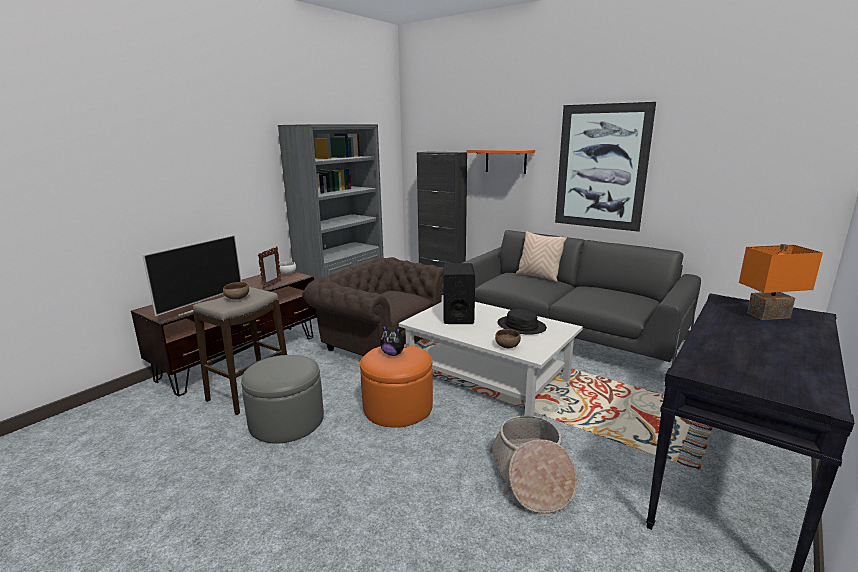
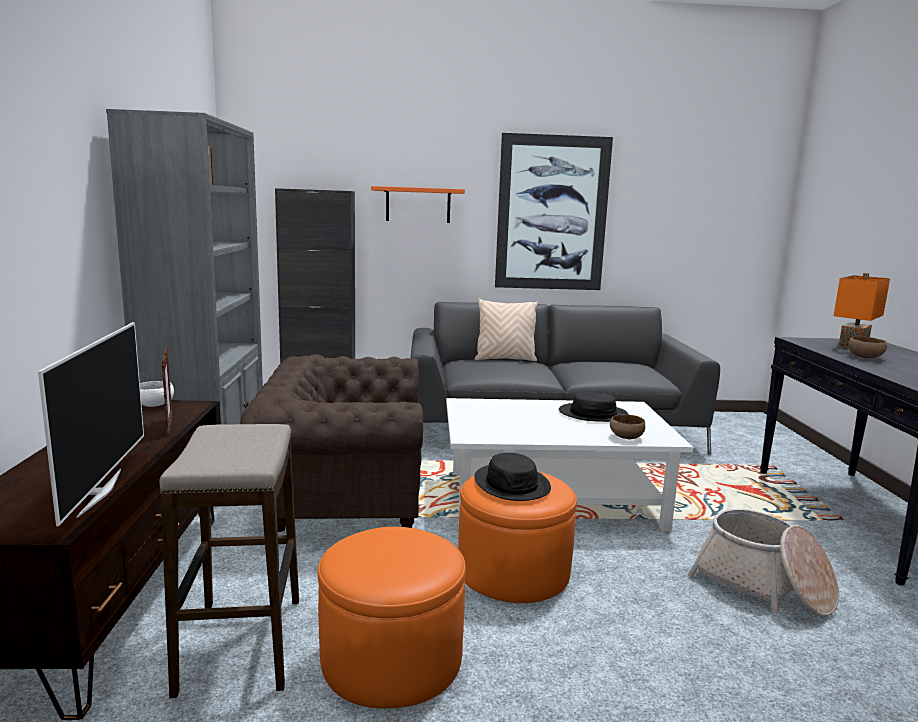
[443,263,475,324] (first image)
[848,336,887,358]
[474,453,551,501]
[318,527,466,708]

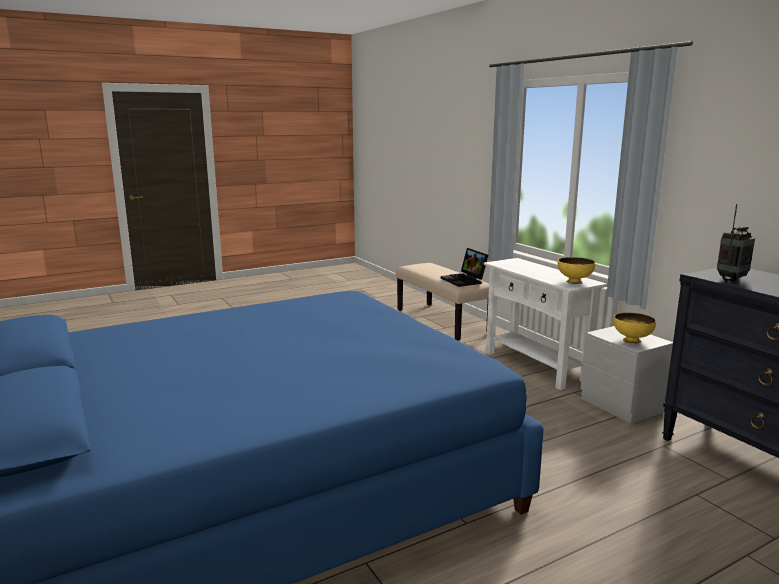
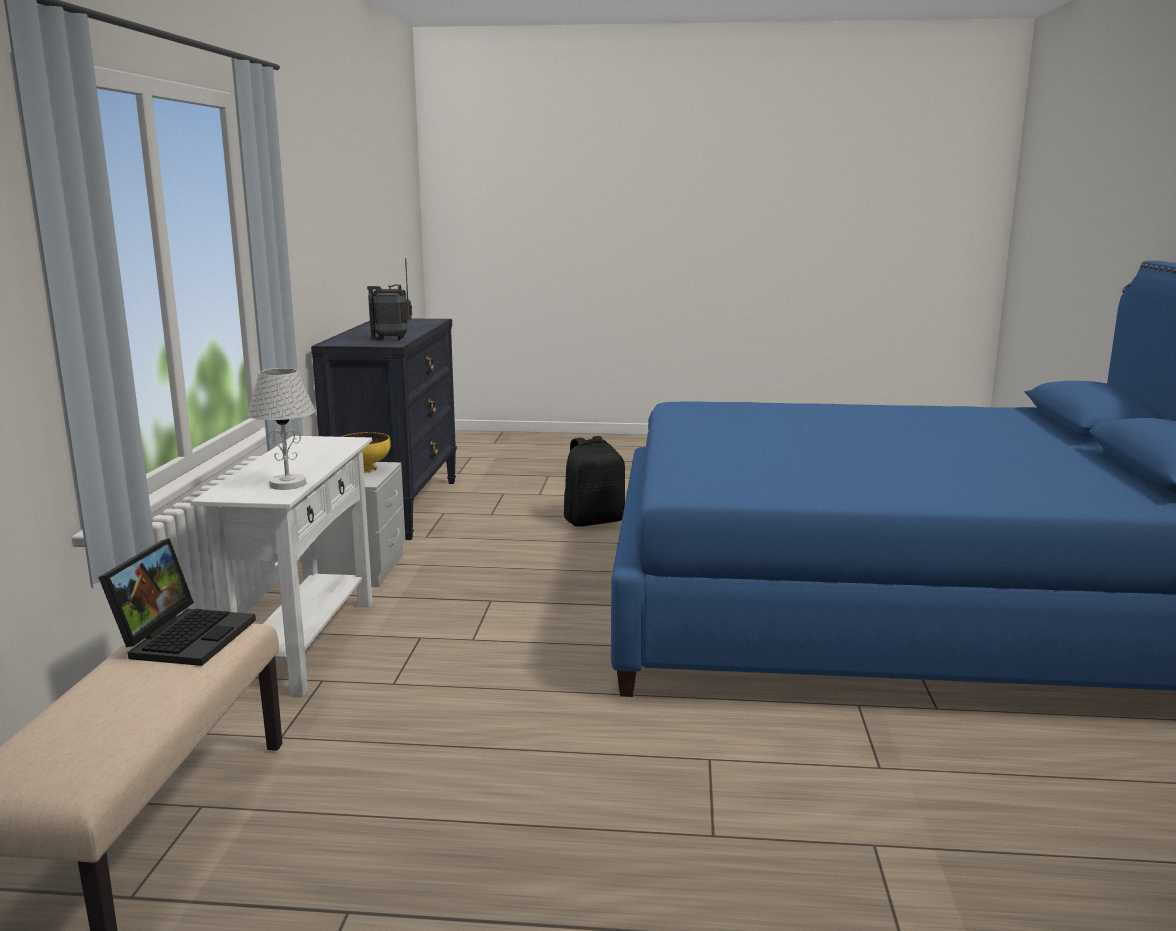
[558,257,595,284] (first image)
[248,368,315,490]
[563,436,625,527]

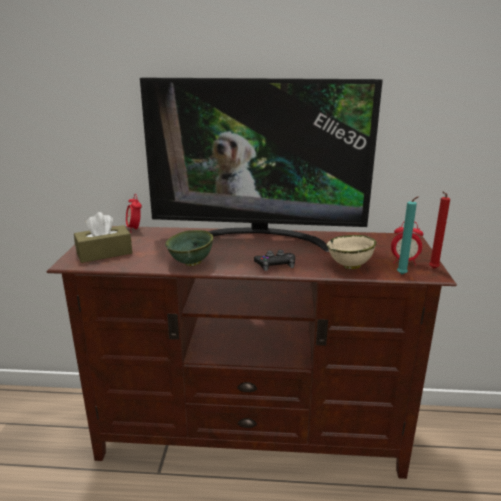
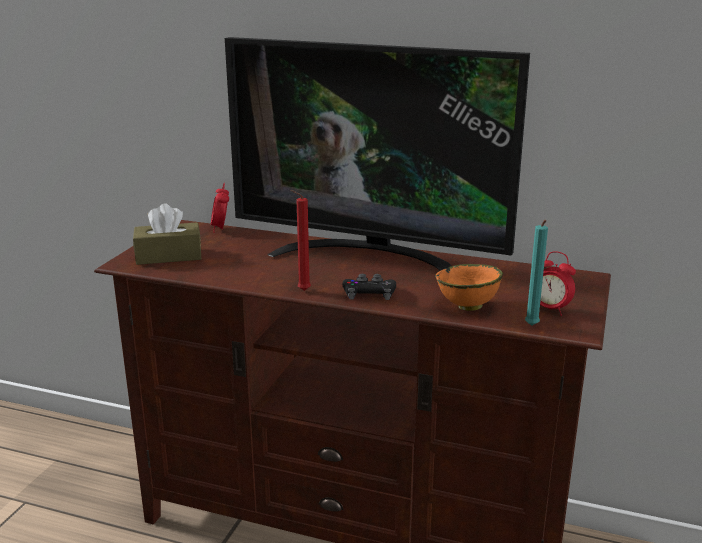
[165,230,213,266] (first image)
[291,190,311,291]
[435,264,503,311]

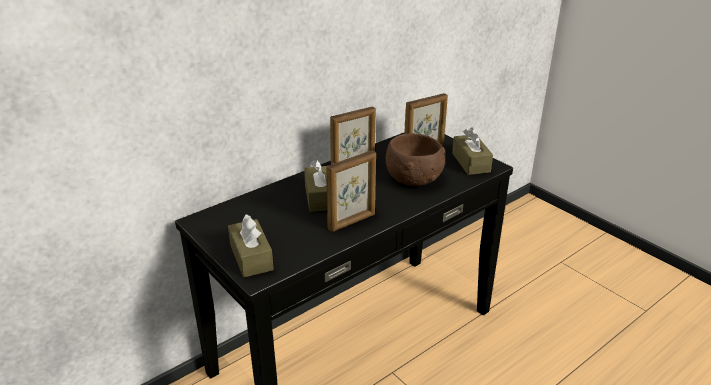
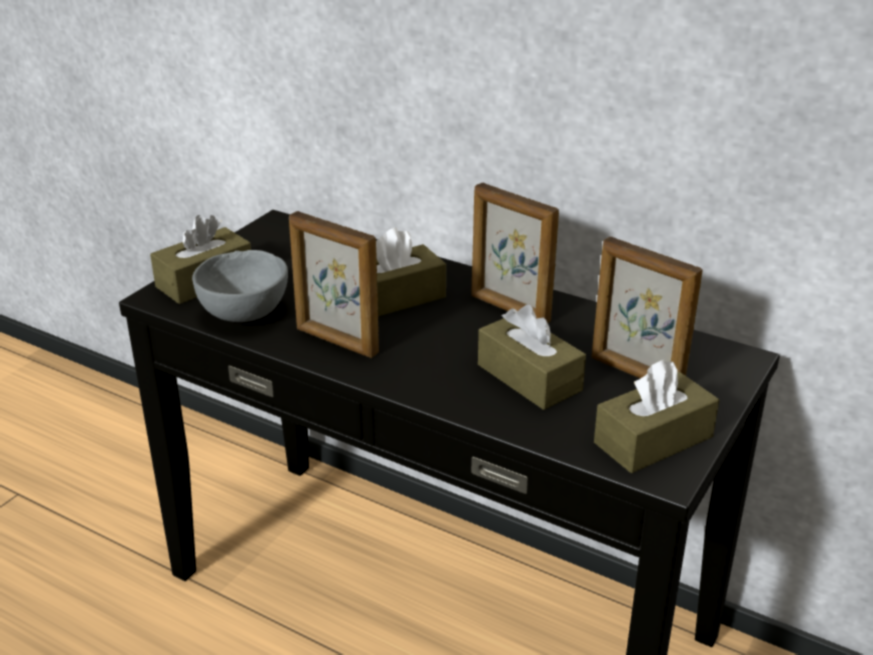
[192,250,288,322]
[478,305,586,410]

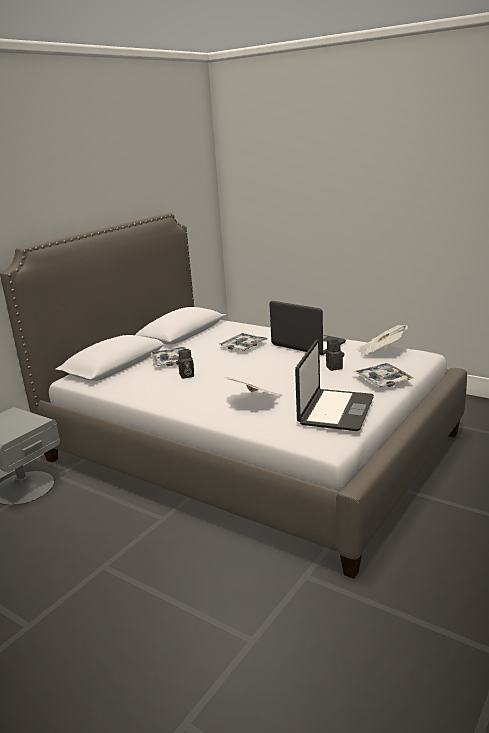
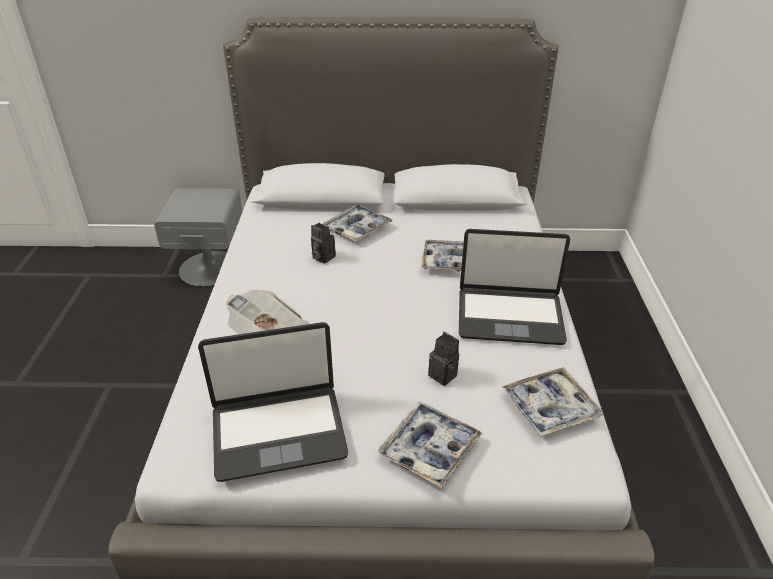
[502,367,603,437]
[459,229,570,345]

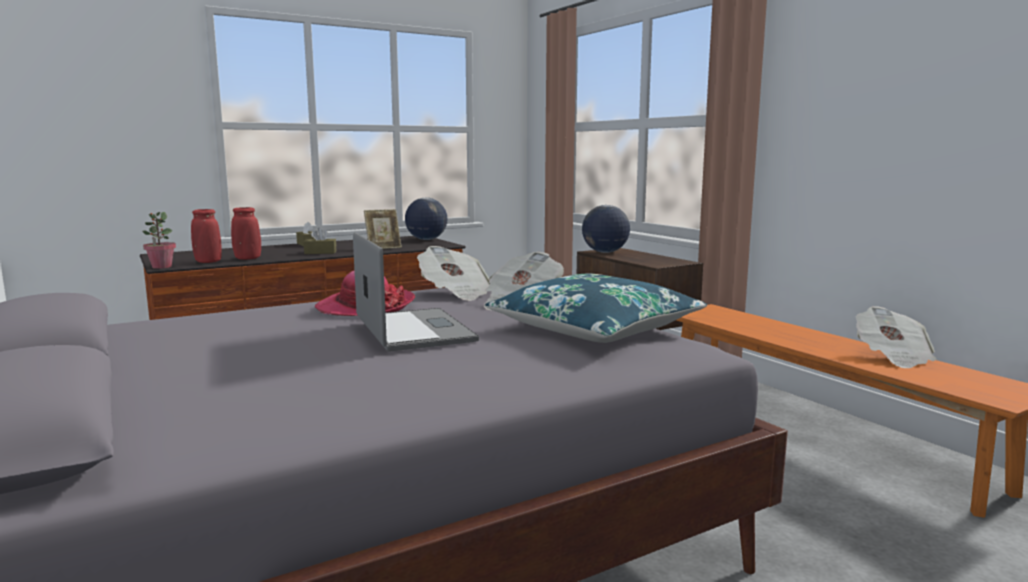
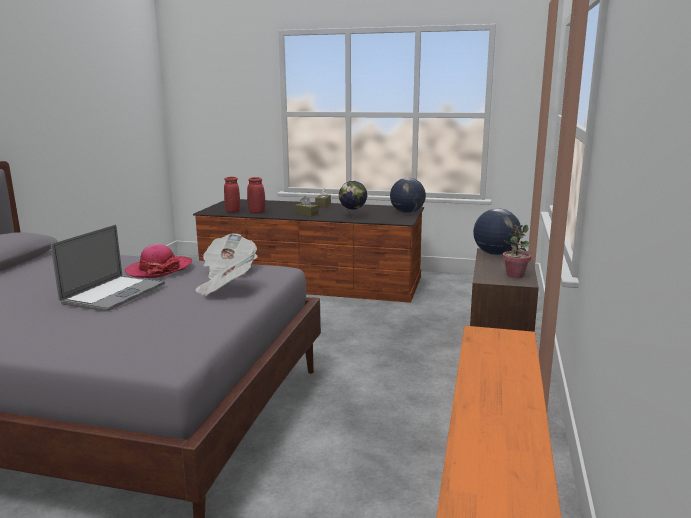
[485,273,707,343] (first image)
[856,306,937,368] (first image)
[503,224,531,278]
[339,181,367,218]

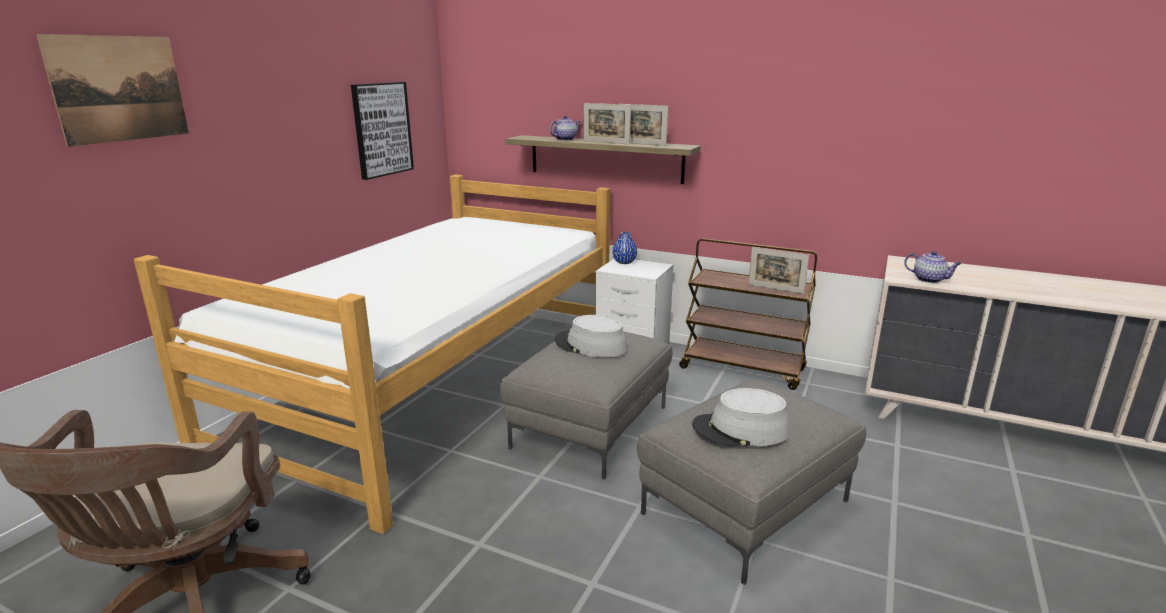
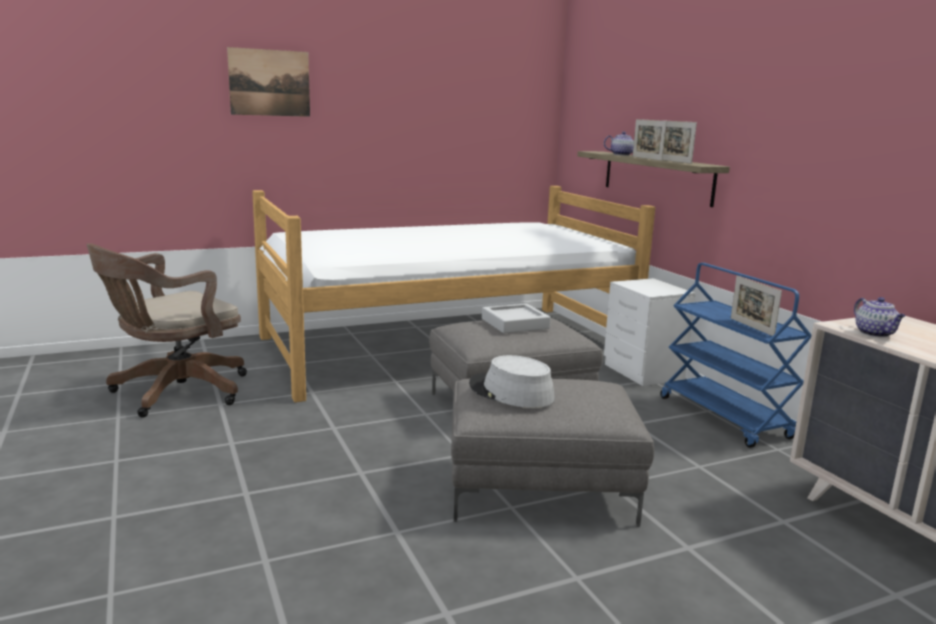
[351,82,414,180] (first image)
[613,232,637,264] (first image)
[482,303,551,333]
[660,263,811,448]

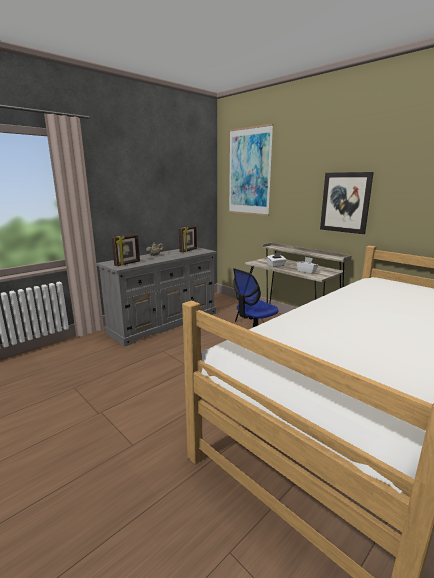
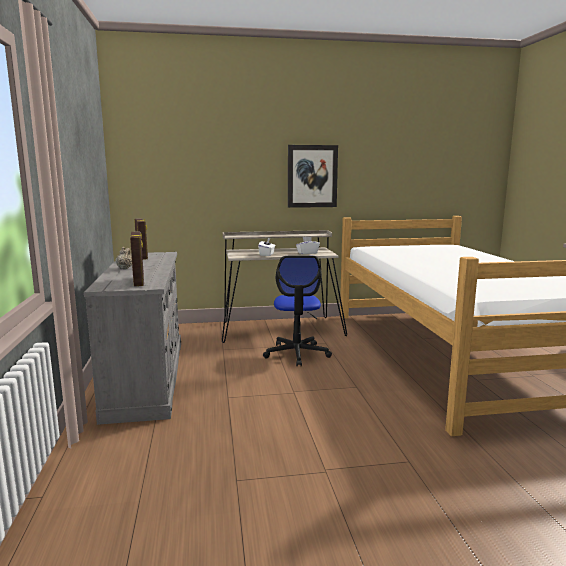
[229,124,274,216] (first image)

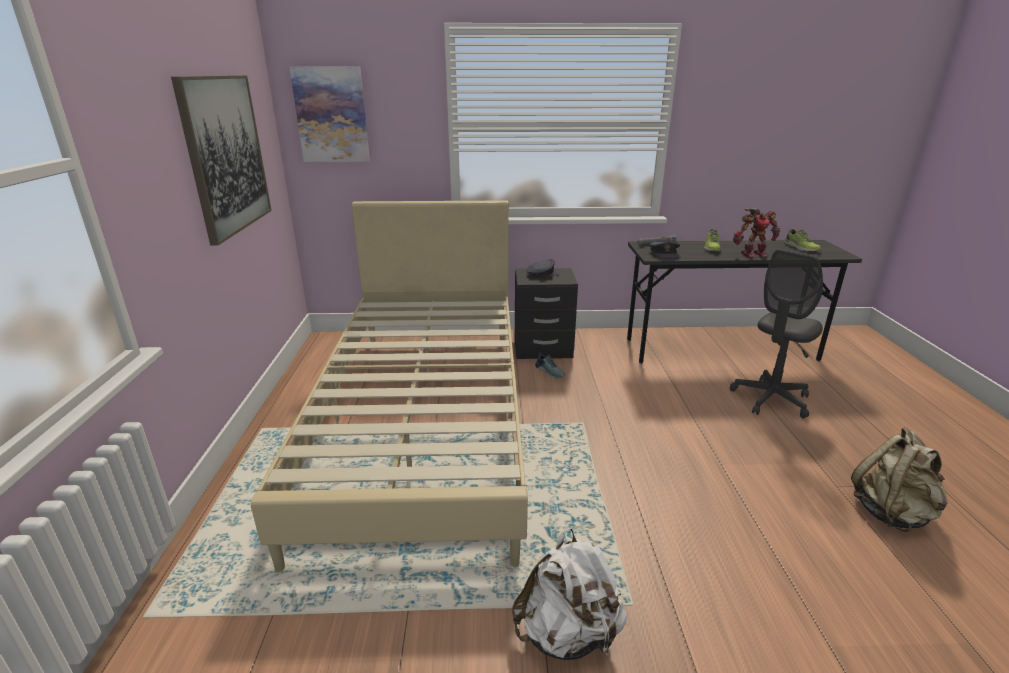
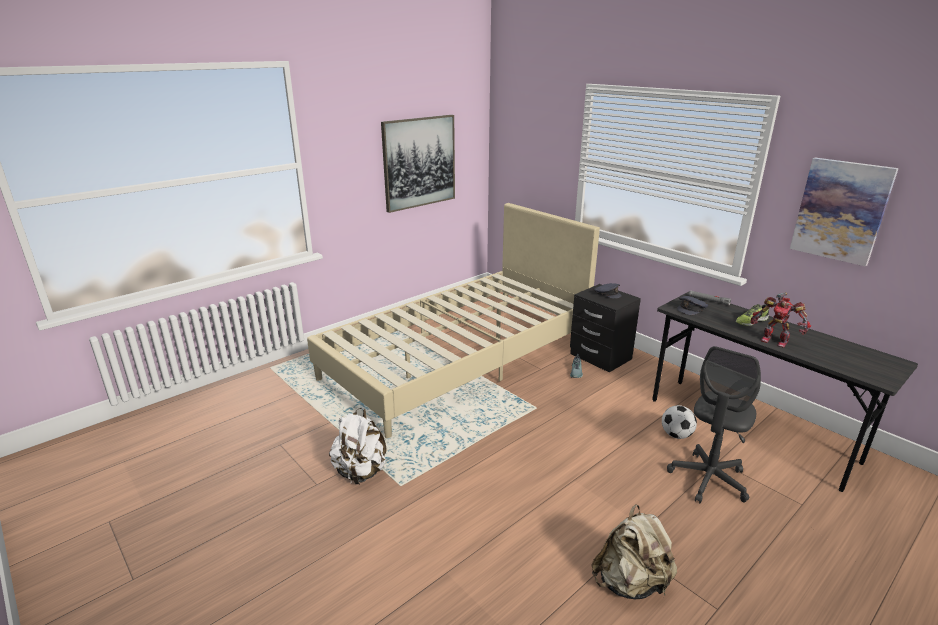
[784,229,821,251] (first image)
[662,405,697,439]
[790,158,899,267]
[667,346,761,503]

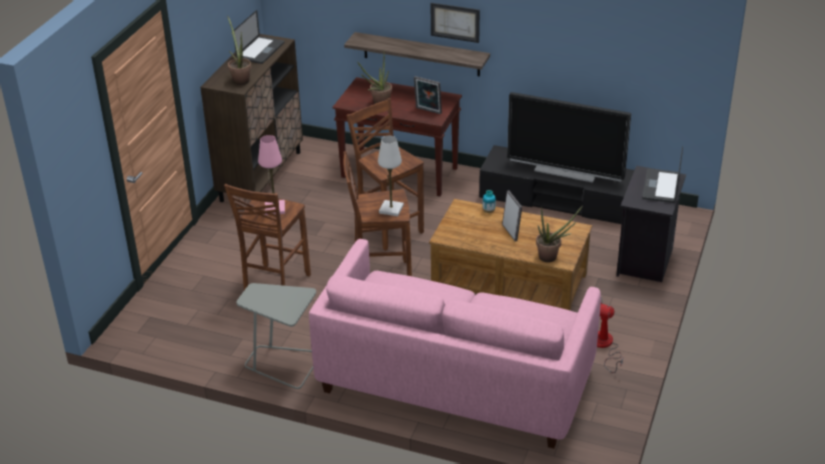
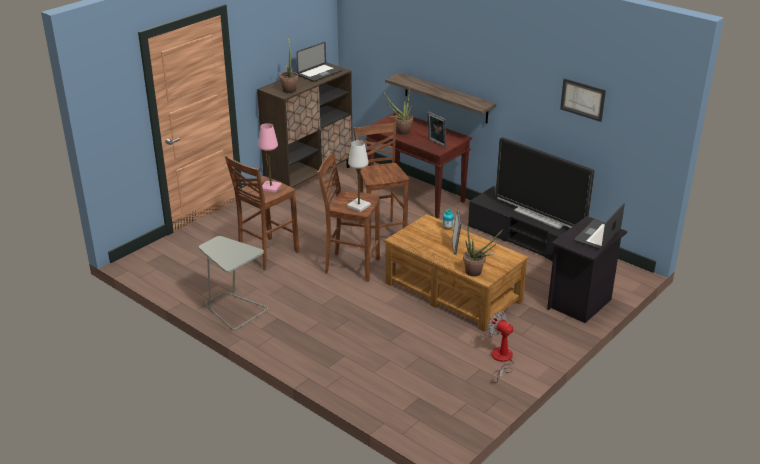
[309,239,601,449] (first image)
[560,78,606,122]

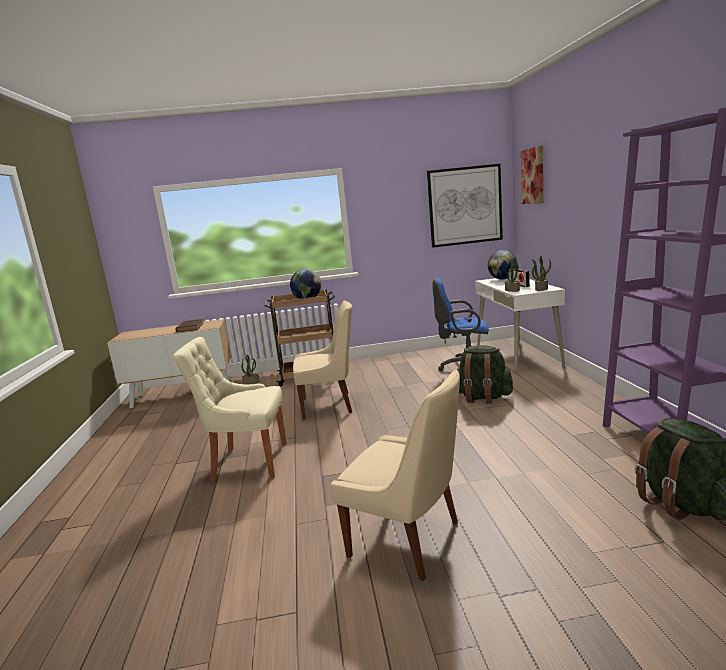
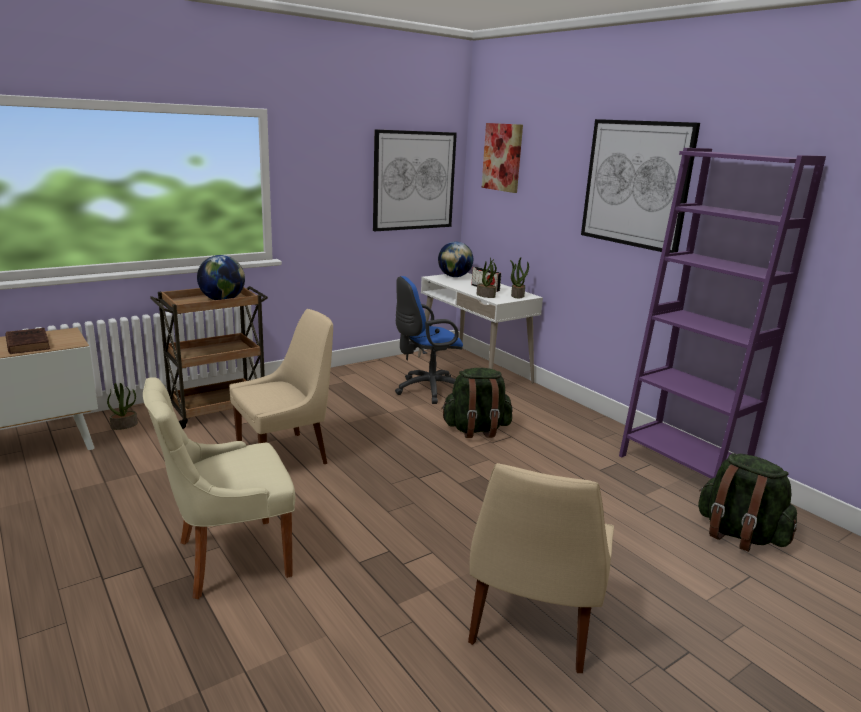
[581,119,700,253]
[468,463,614,673]

